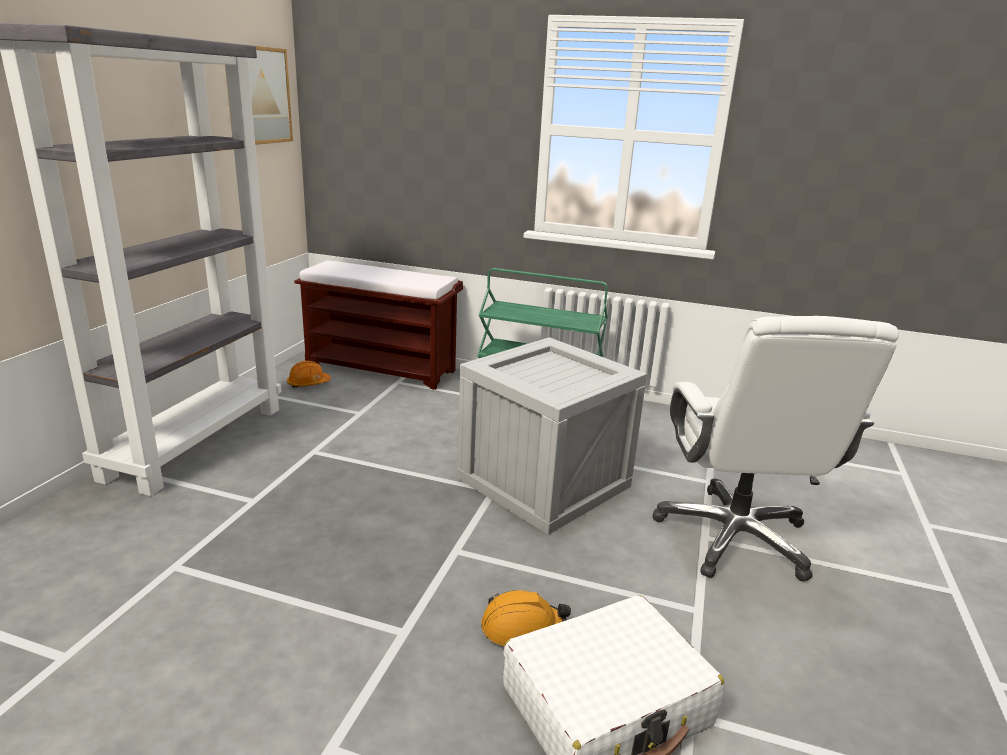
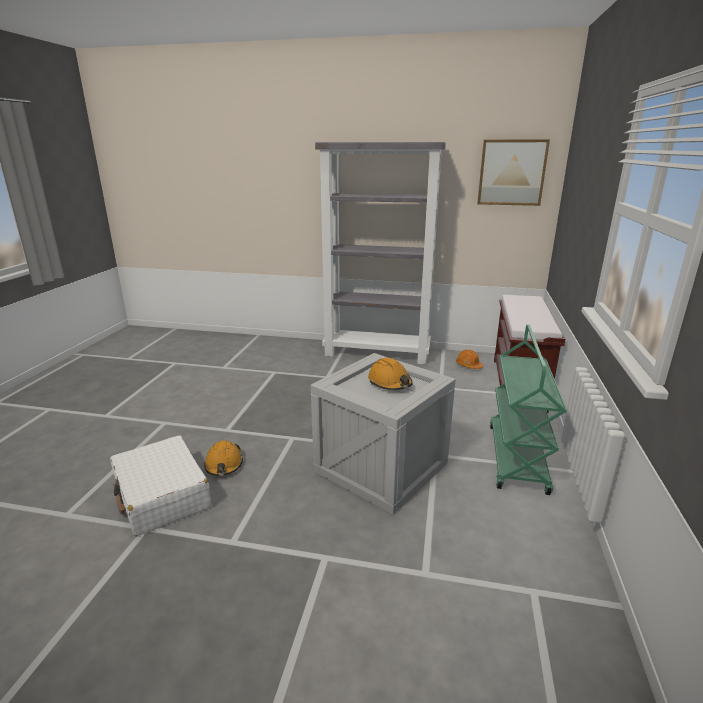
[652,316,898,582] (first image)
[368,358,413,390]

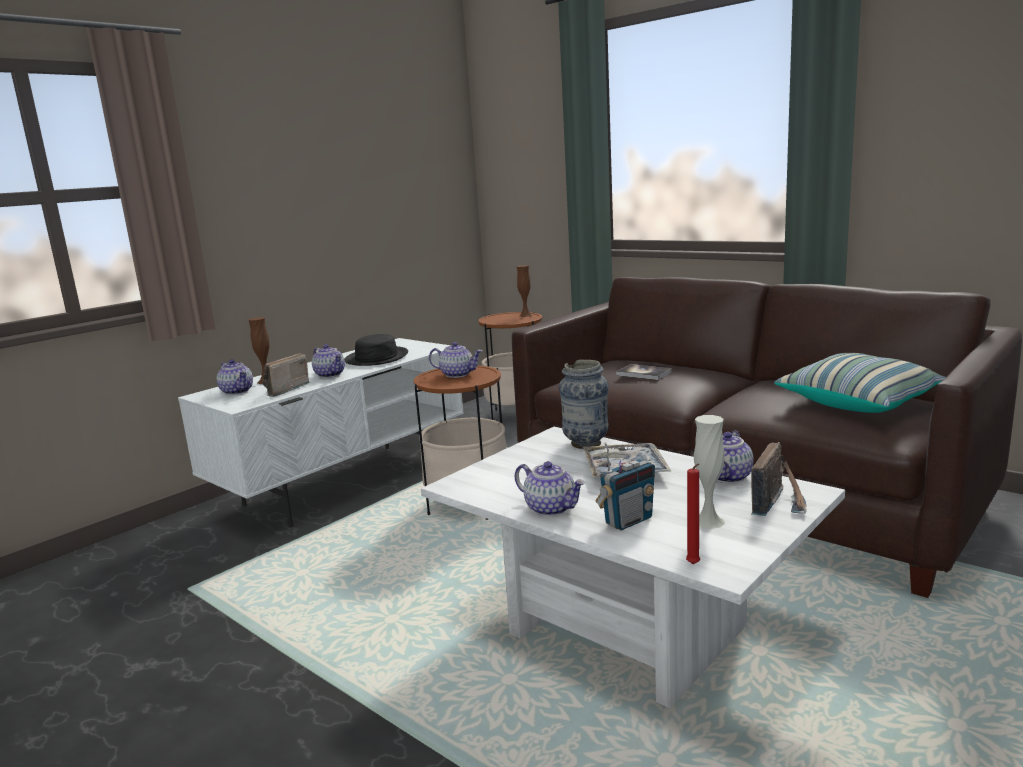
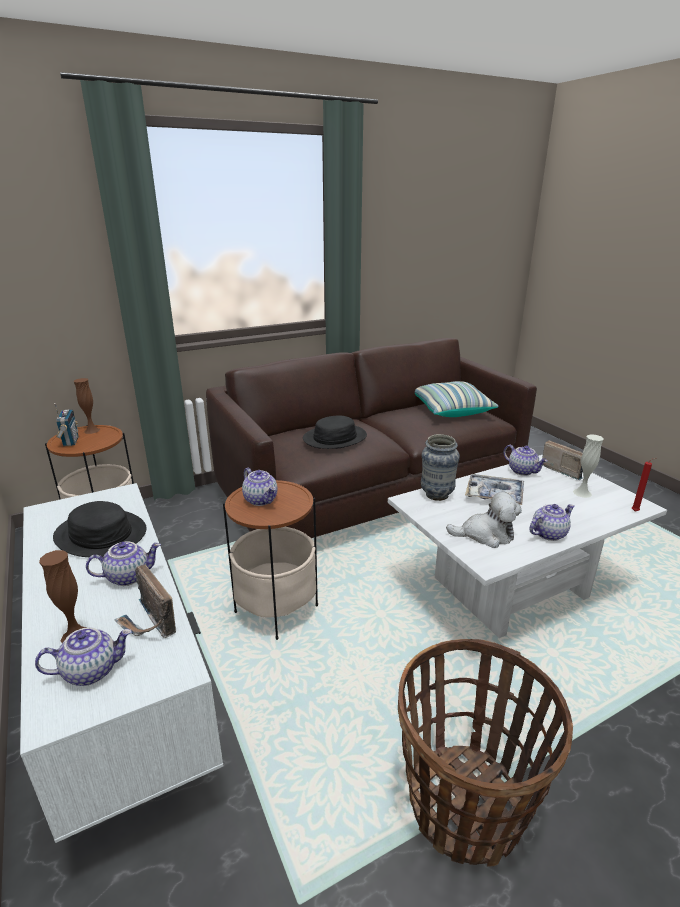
[398,639,573,867]
[446,492,522,548]
[54,403,78,446]
[303,415,367,449]
[242,468,277,506]

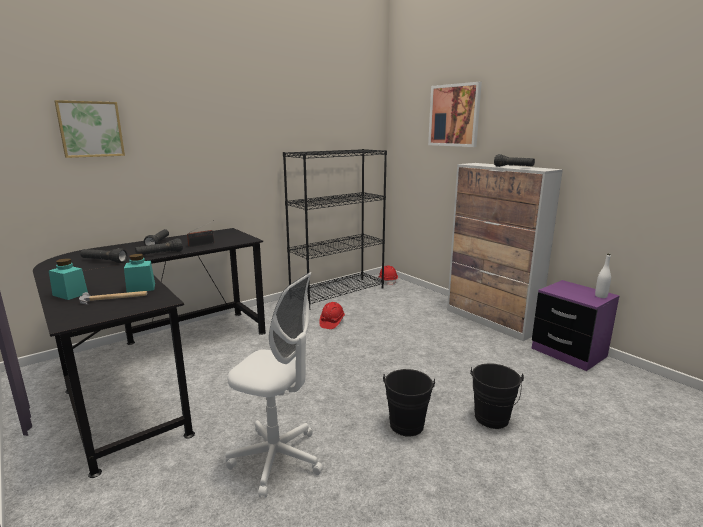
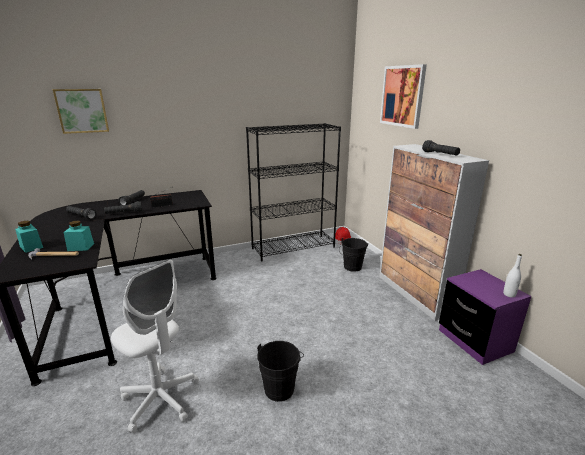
[319,302,345,329] (first image)
[339,238,368,272]

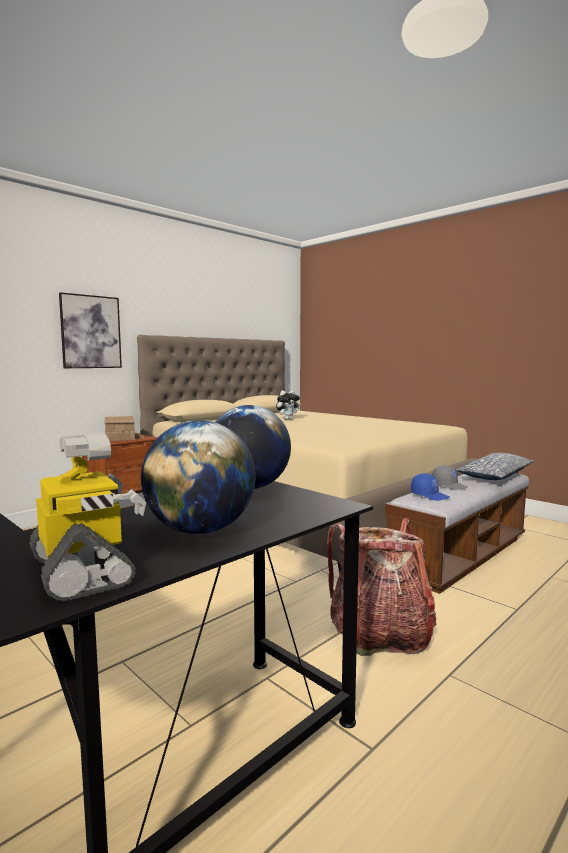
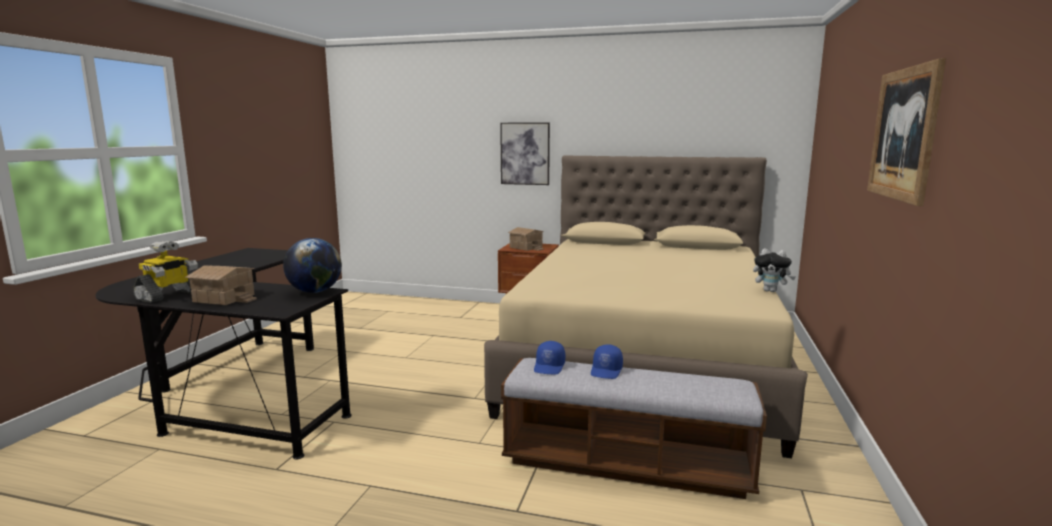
[327,518,437,656] (first image)
[456,453,534,480] (first image)
[867,58,946,206]
[753,249,795,292]
[185,265,257,305]
[591,344,623,379]

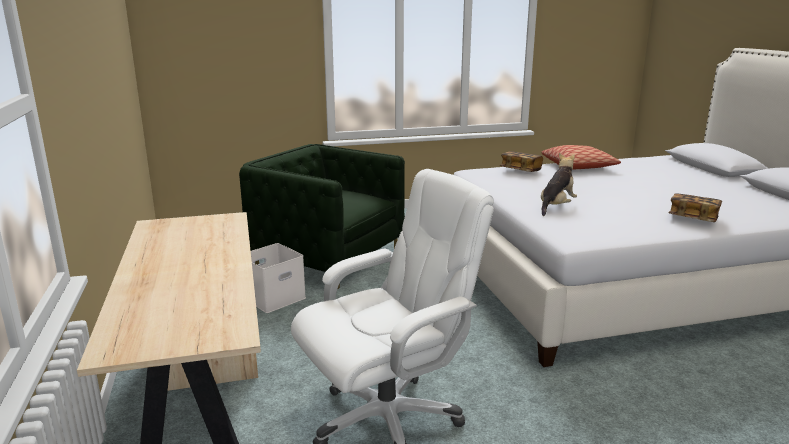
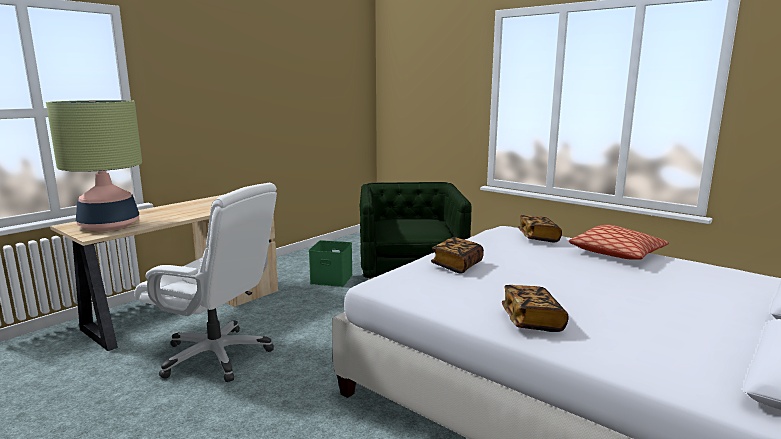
[46,100,142,231]
[431,237,484,273]
[309,240,353,287]

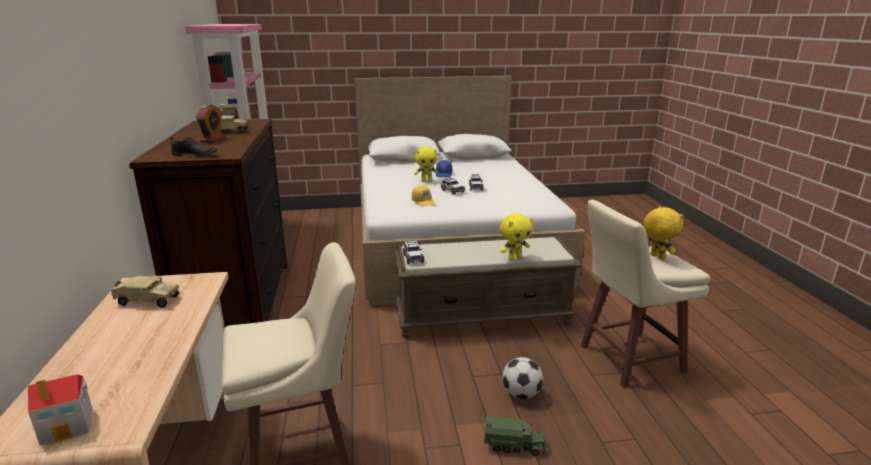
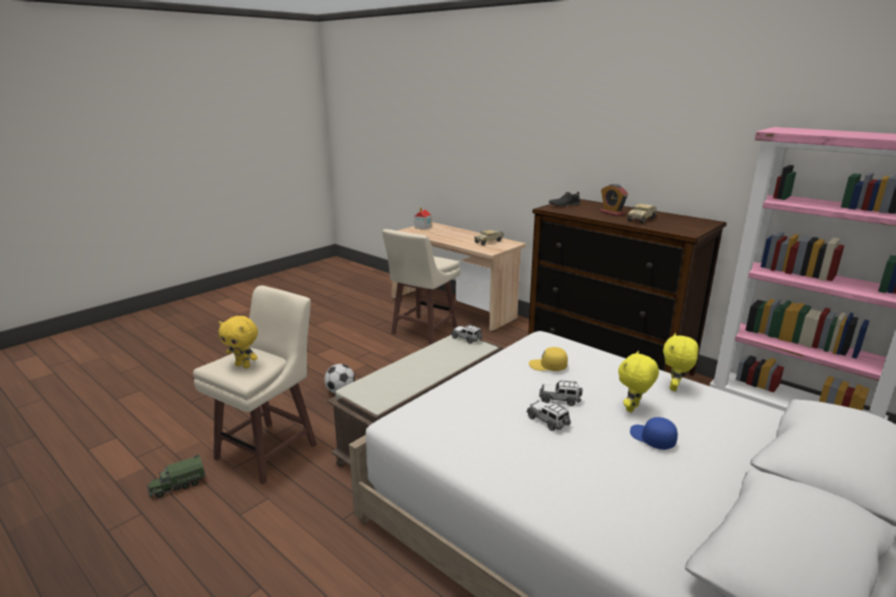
[147,454,205,498]
[663,333,698,391]

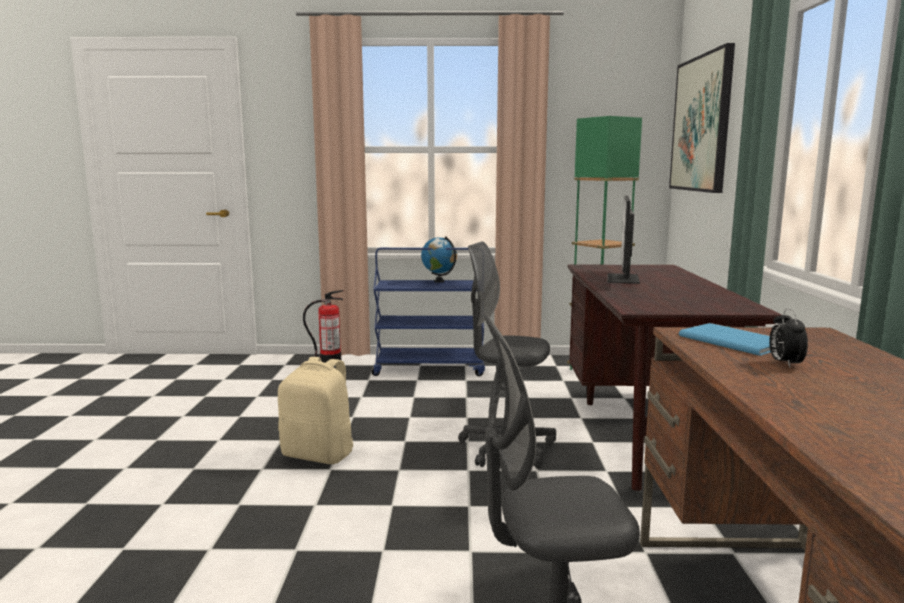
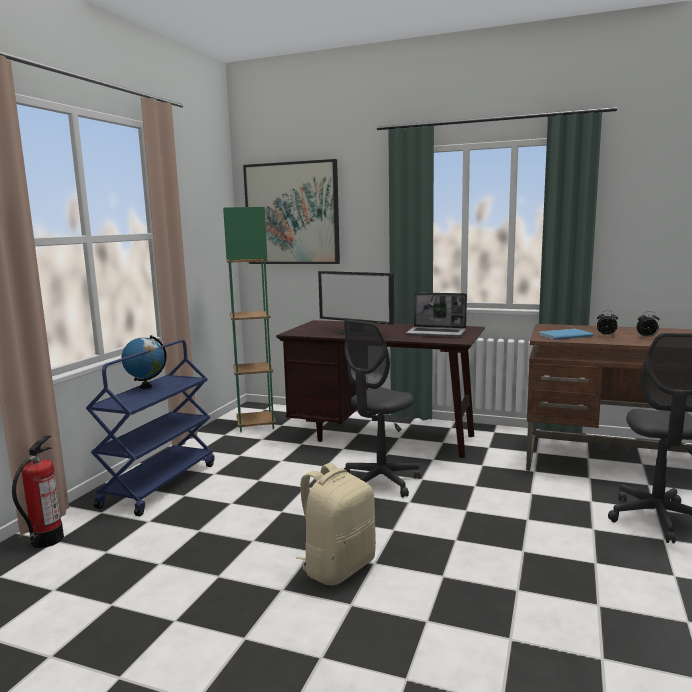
[406,292,467,337]
[637,312,660,338]

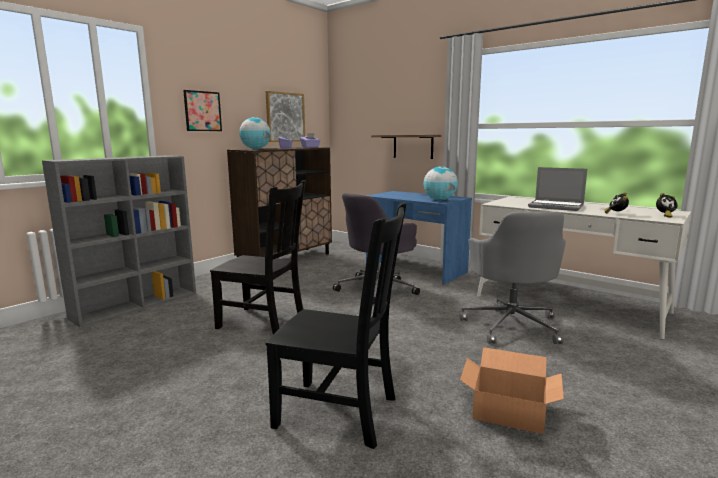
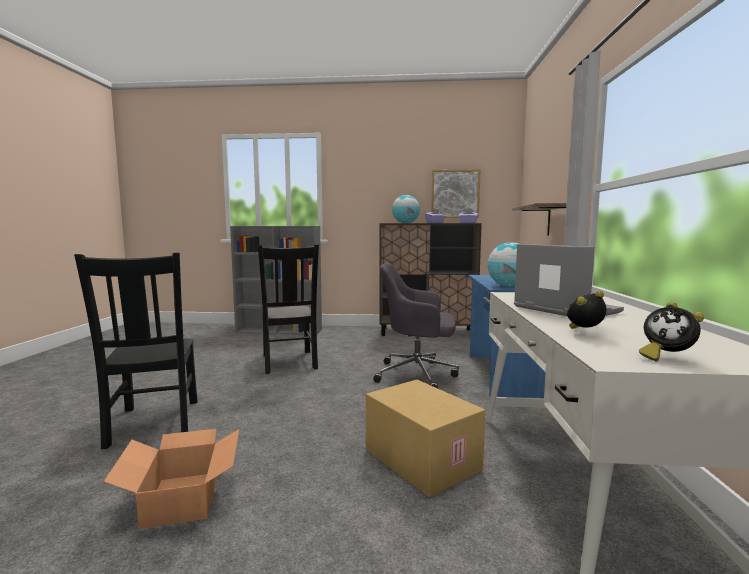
[183,90,222,131] (first image)
[366,380,486,498]
[514,244,624,316]

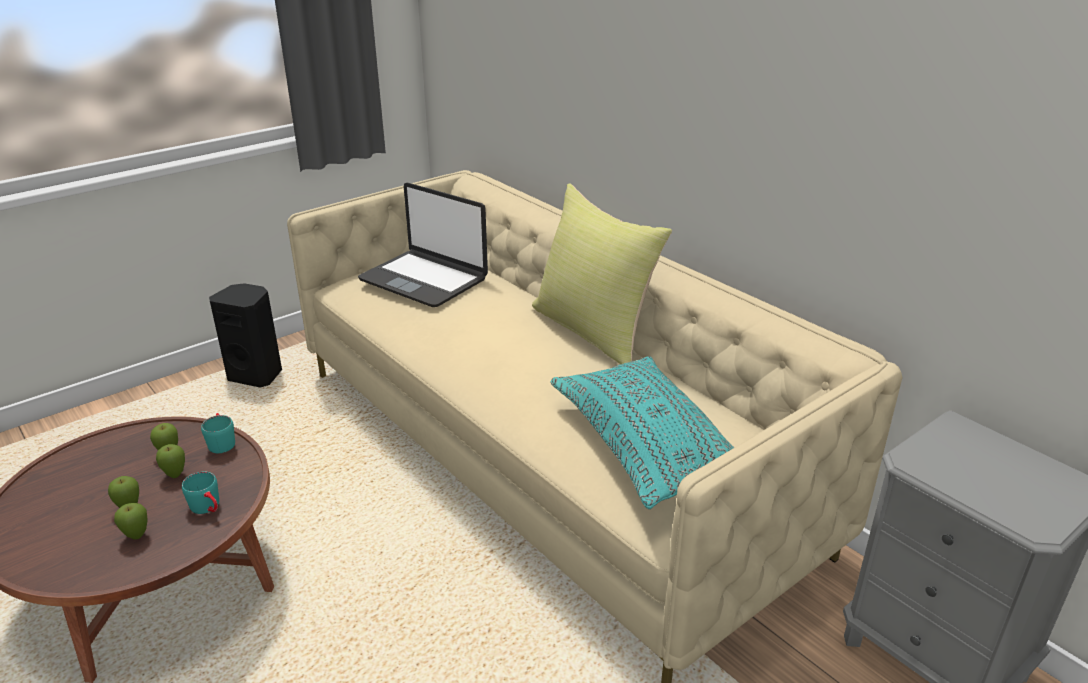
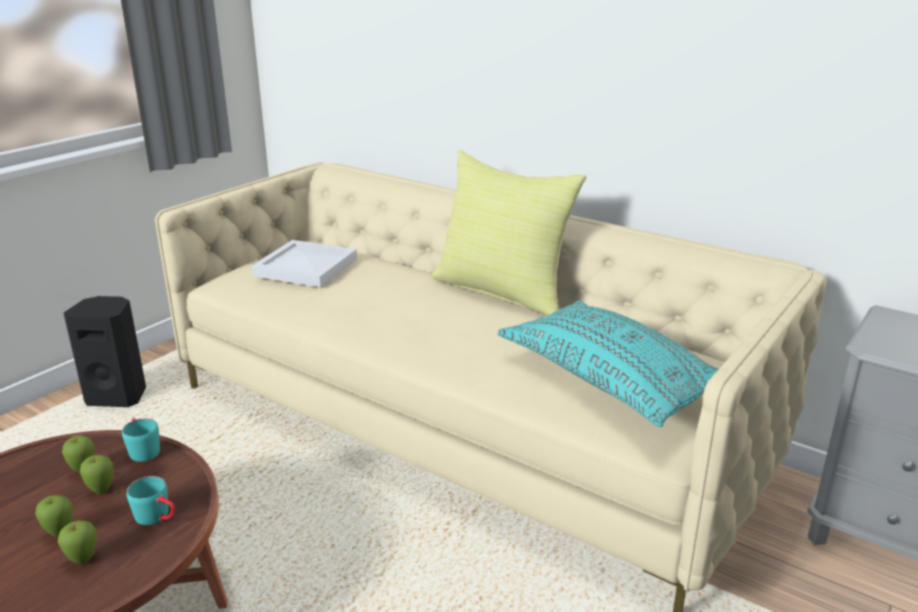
[252,240,357,287]

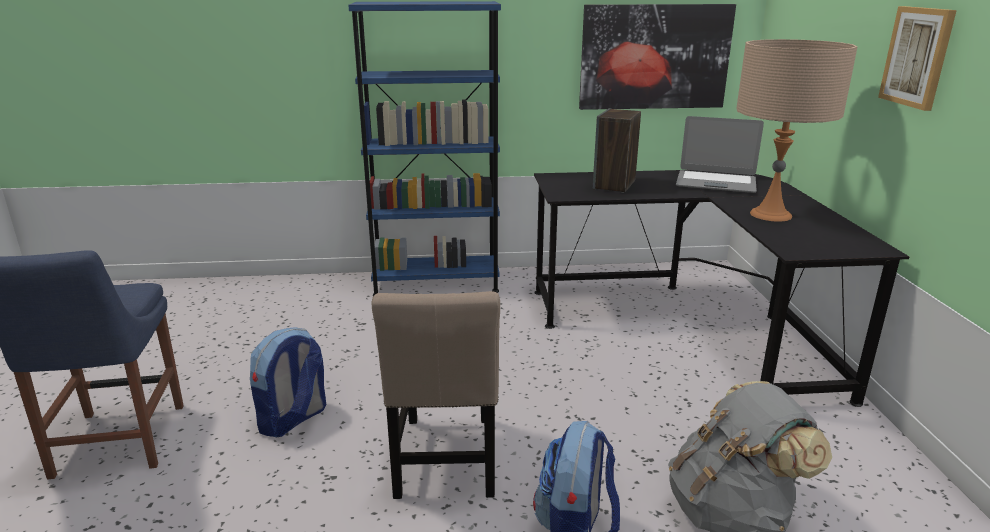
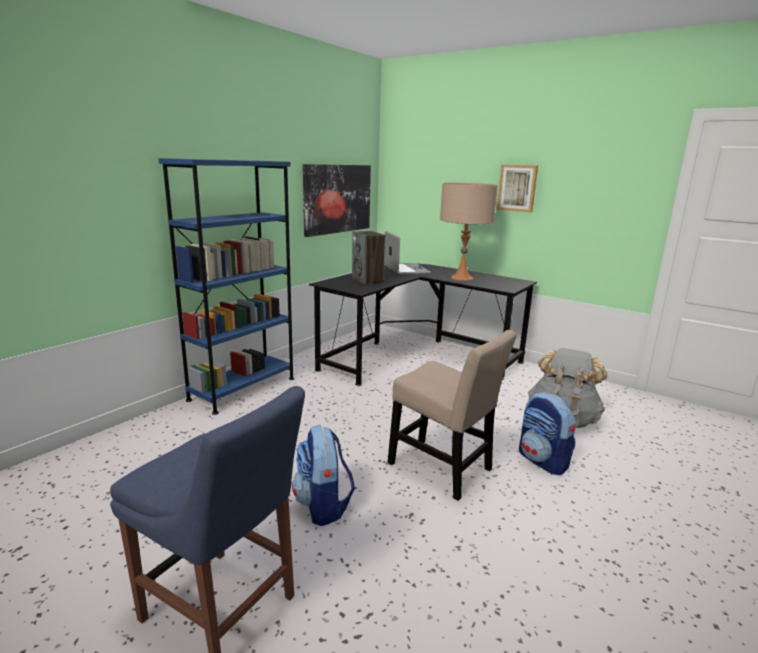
[384,231,431,275]

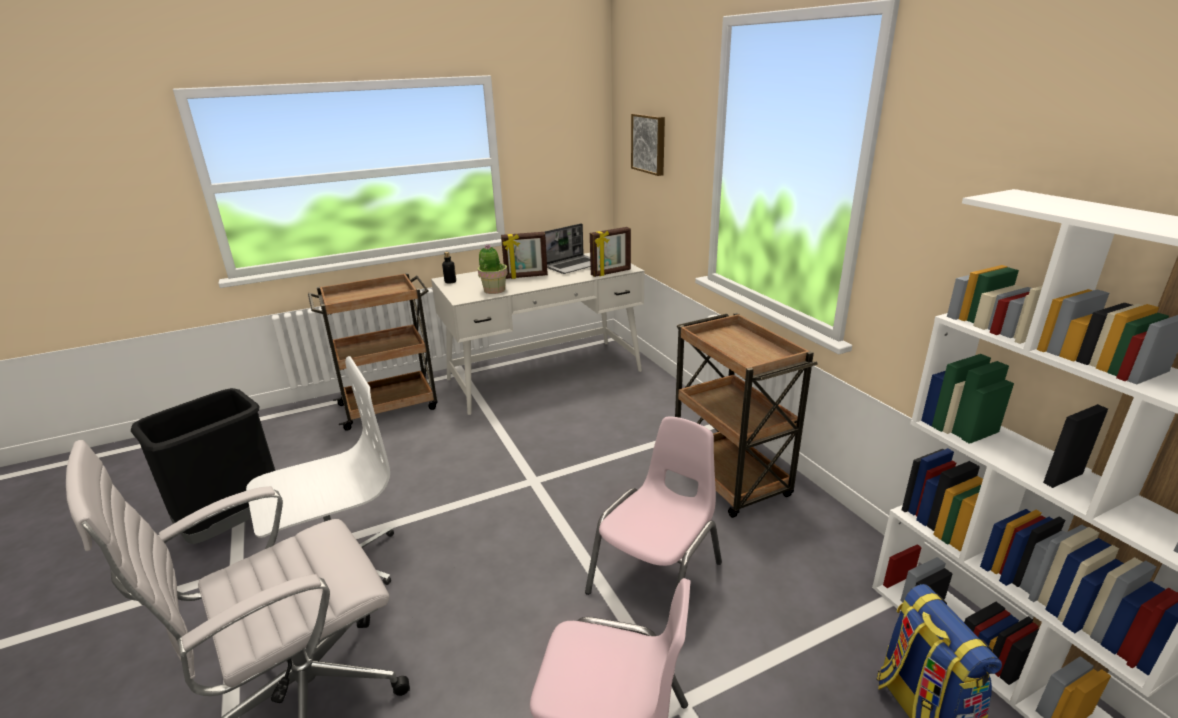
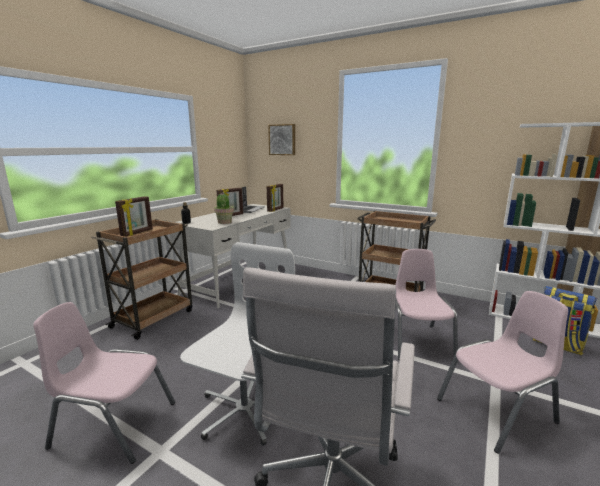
[115,196,153,237]
[33,302,175,464]

